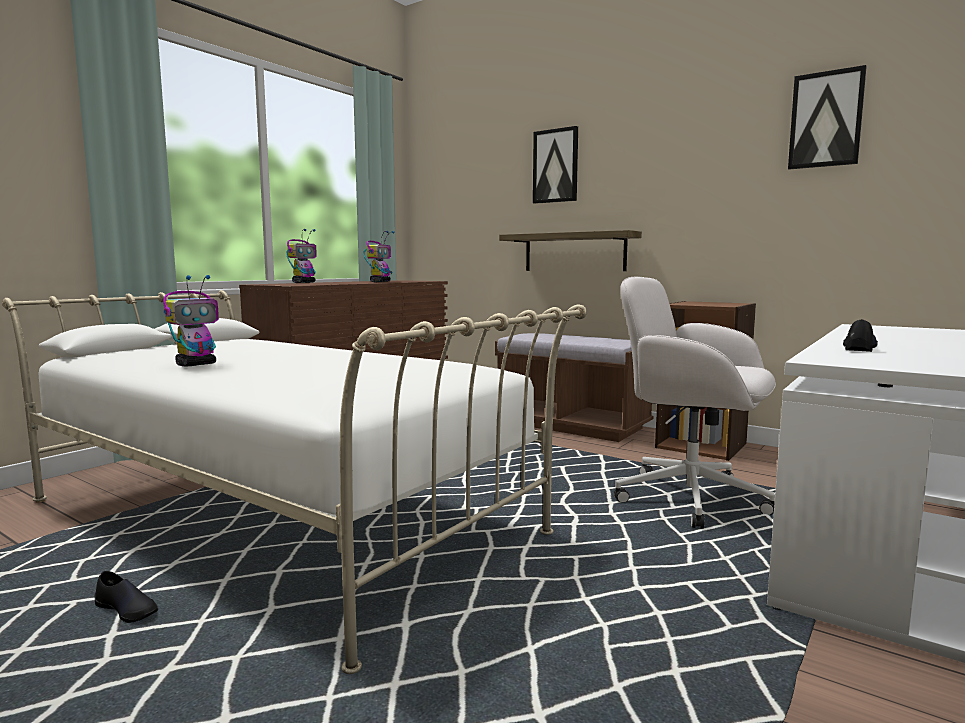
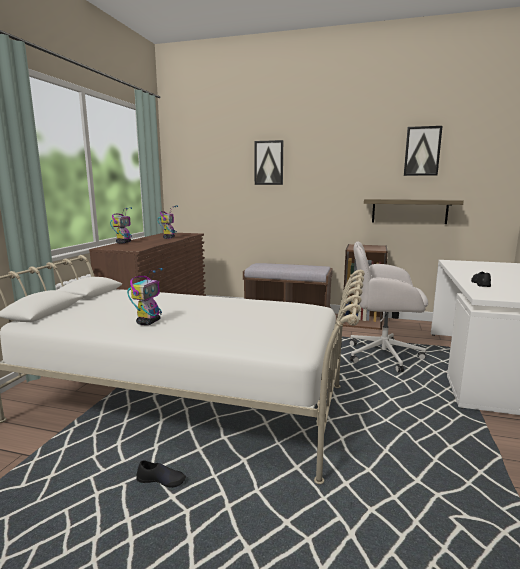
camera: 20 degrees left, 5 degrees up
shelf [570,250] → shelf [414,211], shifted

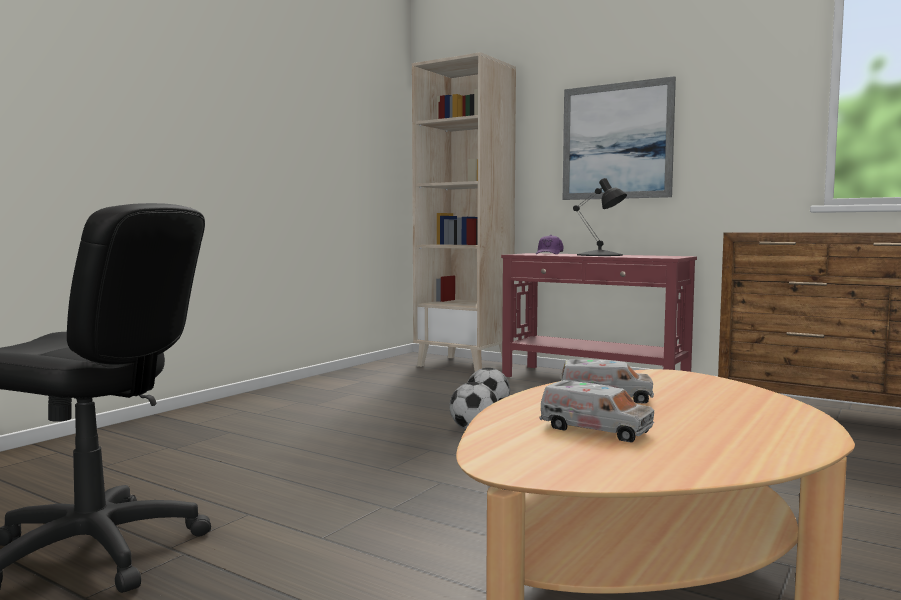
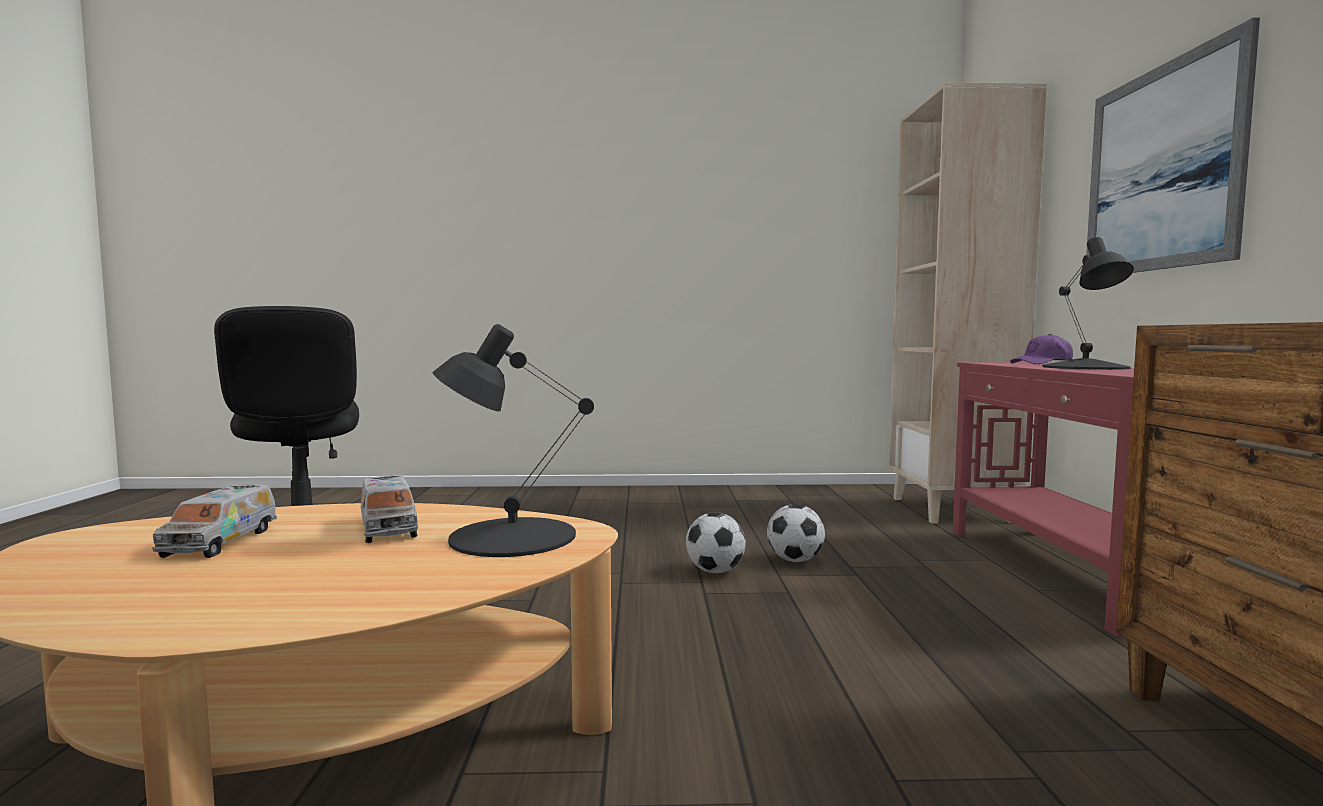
camera: 55 degrees right, 0 degrees up
- → black table lamp [513,440]

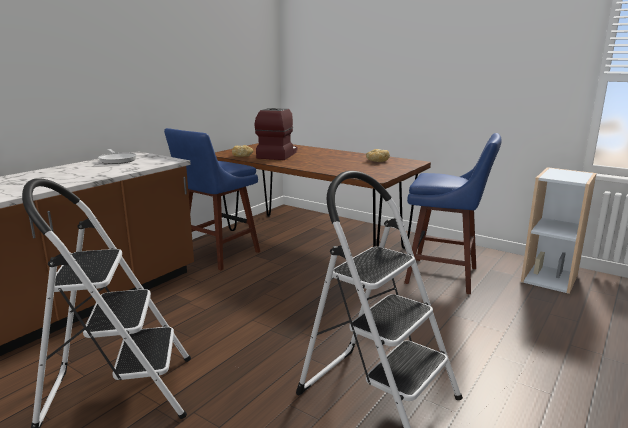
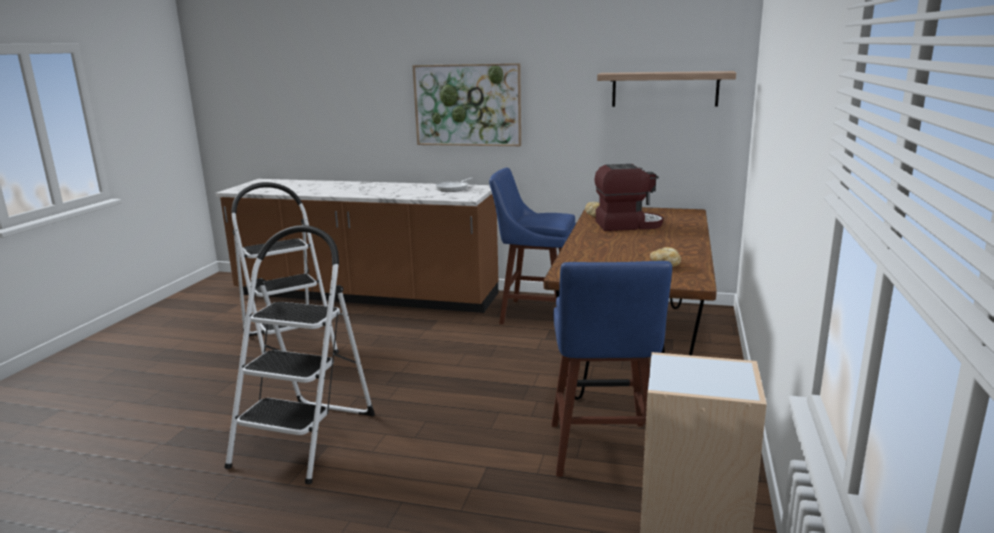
camera: 70 degrees right, 0 degrees up
- → picture [467,104]
- → shelf [666,89]

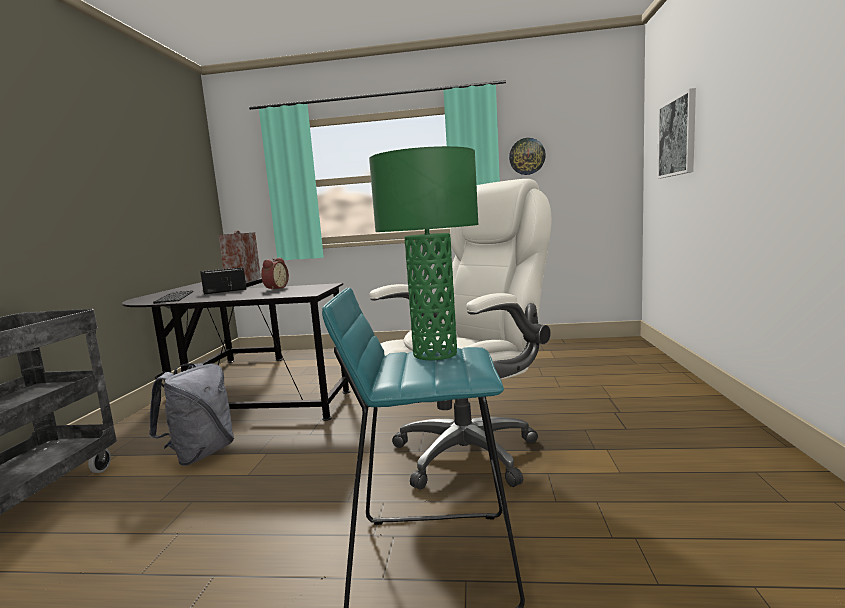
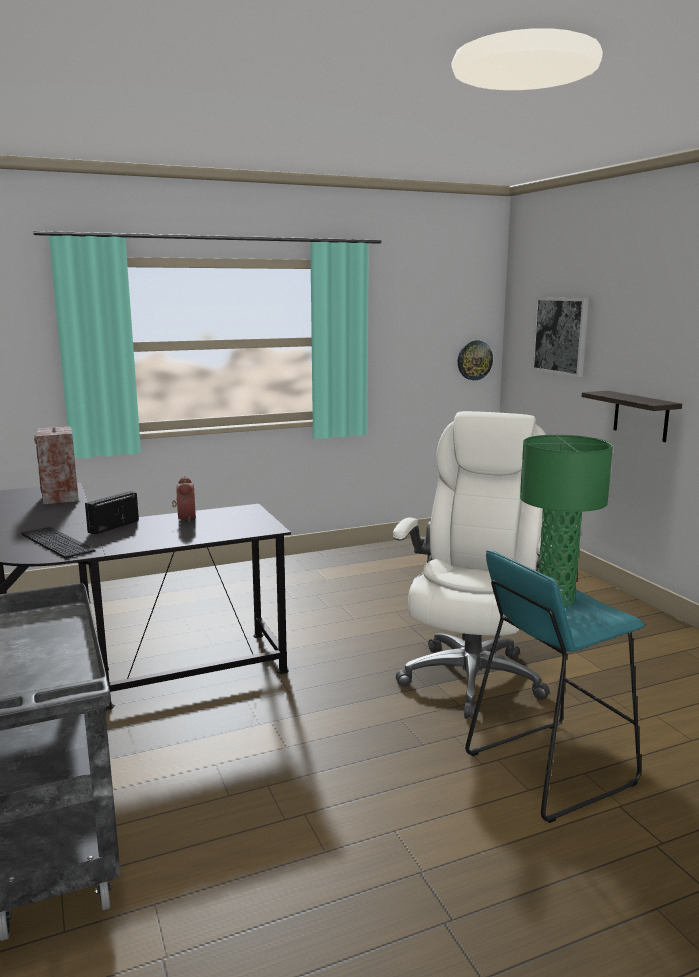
camera: 30 degrees left, 5 degrees up
grey backpack [191,414] → -
- → shelf [632,416]
wall clock [527,156] → wall clock [475,360], shifted

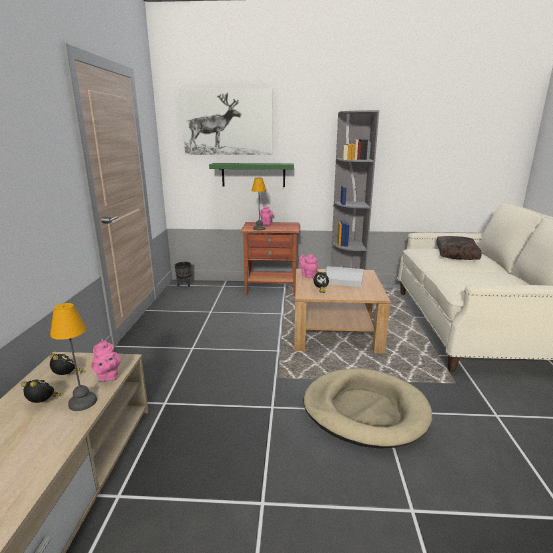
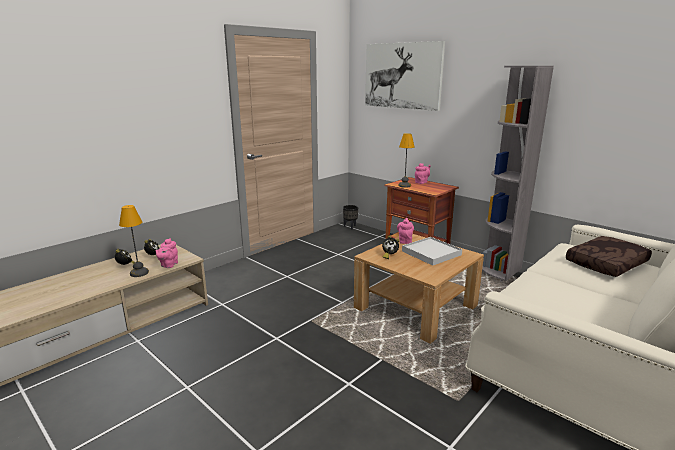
camera: 40 degrees right, 0 degrees up
green shelf [251,175] → -
beige dog bed [367,408] → -

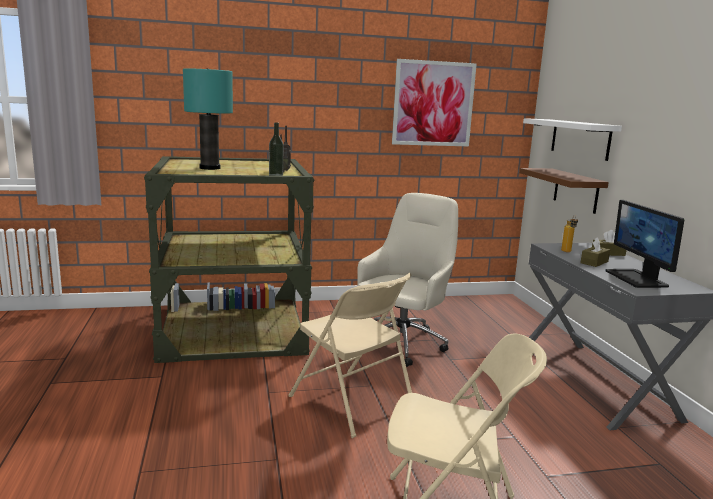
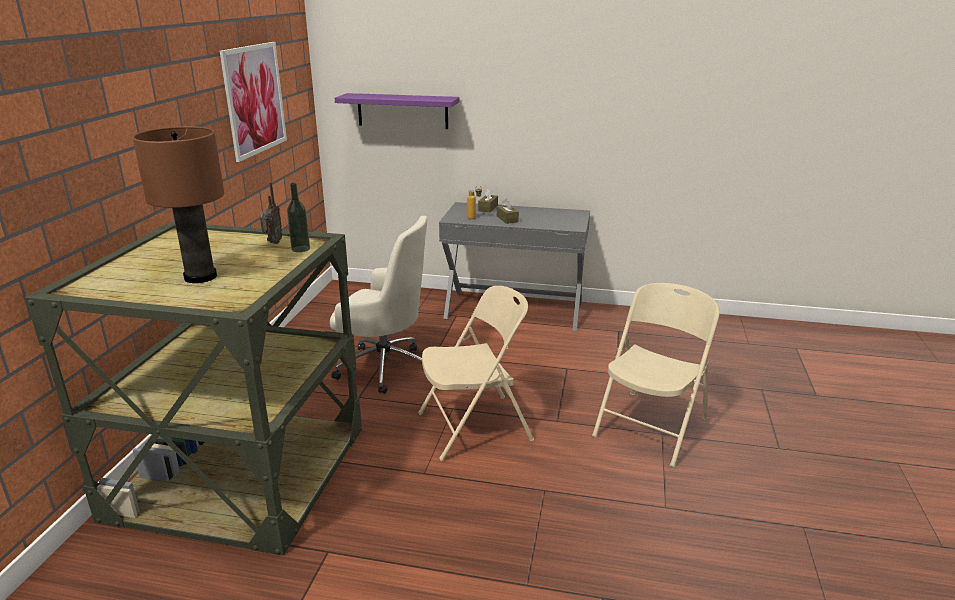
camera: 65 degrees left, 10 degrees up
brown shelf [564,191] → -
monitor [645,244] → -
turquoise table lamp [208,119] → brown table lamp [178,204]
white shelf [572,139] → purple shelf [397,111]
beige office chair [407,280] → beige office chair [378,305], 135 degrees clockwise

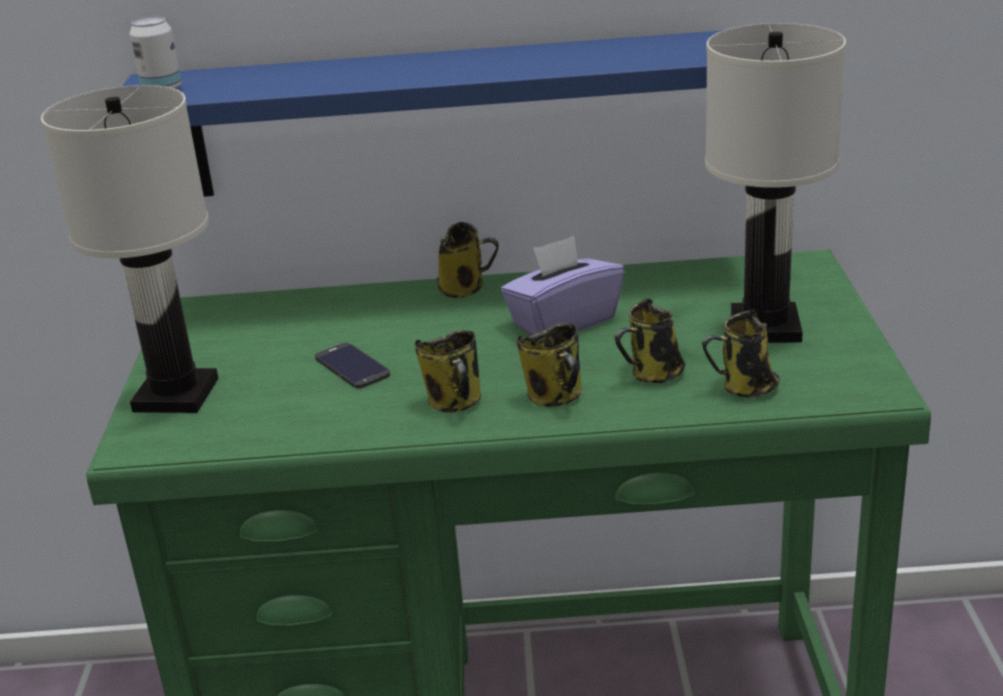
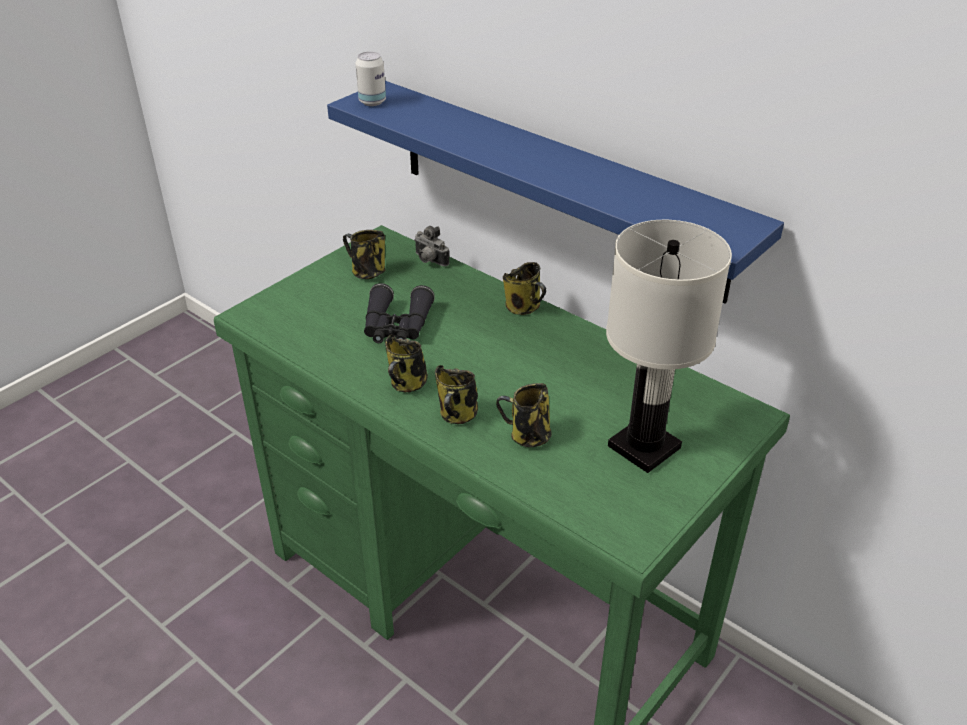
camera: 40 degrees right, 10 degrees up
white table lamp [130,249] → -
purple tissue box [562,286] → -
- → photo camera [431,246]
mug [741,354] → mug [364,254], shifted
phone [352,365] → black binoculars [399,313]

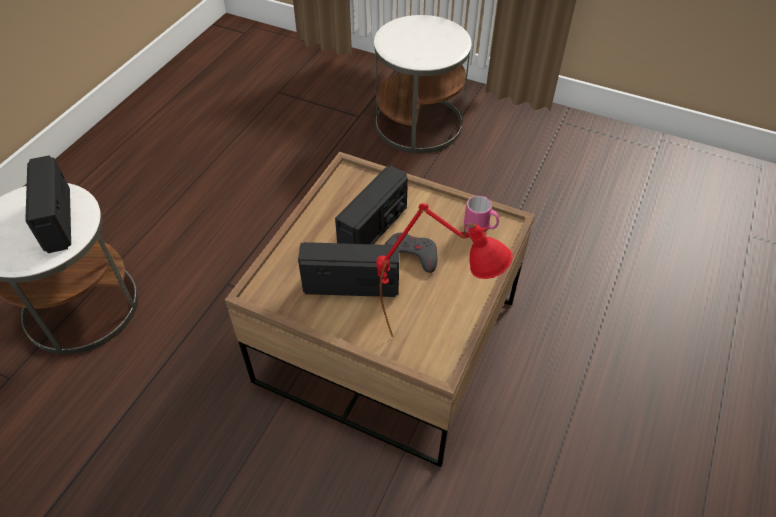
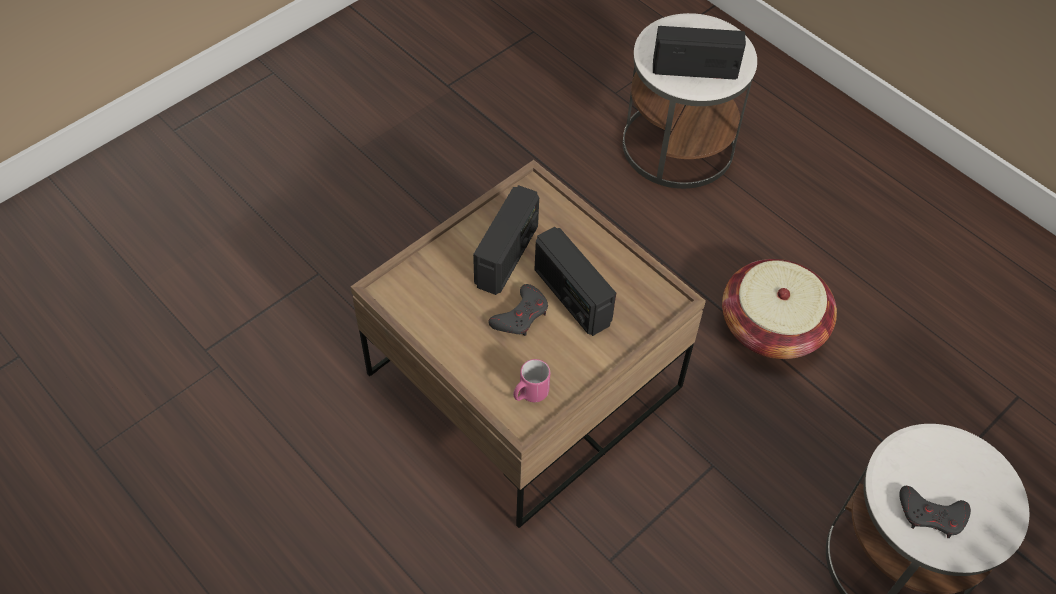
camera: 110 degrees right, 5 degrees up
red table lamp [444,270] → -
- → basket [779,309]
- → grey game controller [935,512]

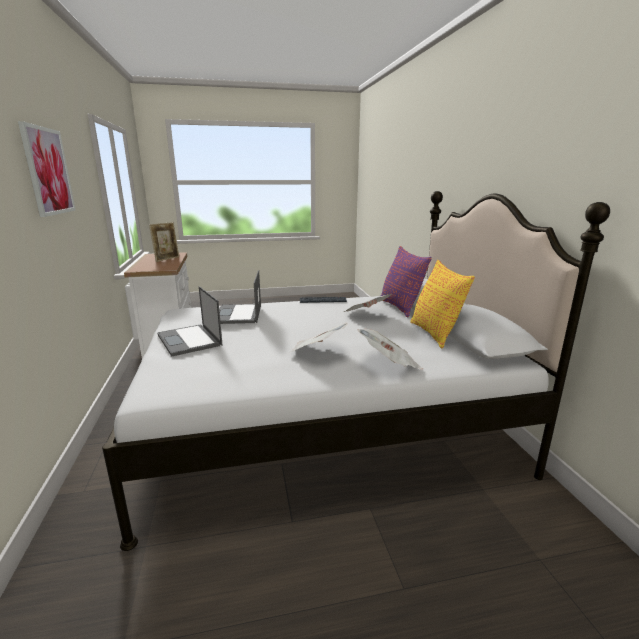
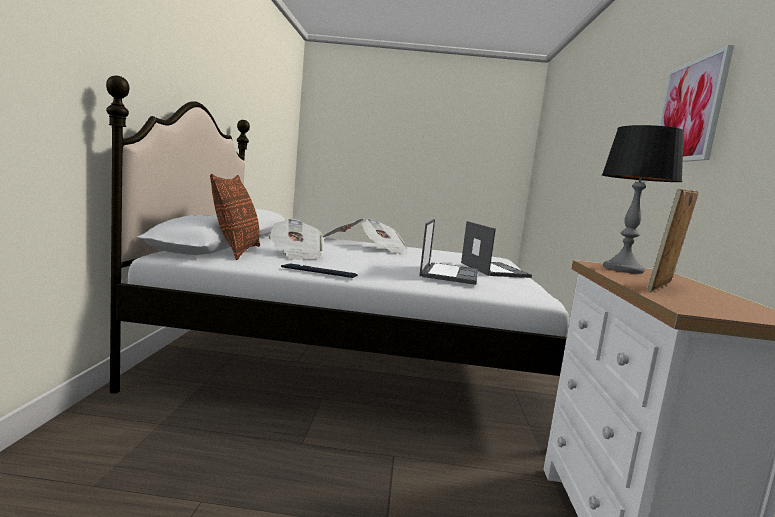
camera: 165 degrees left, 10 degrees down
yellow pillow [442,304] → -
- → table lamp [643,199]
purple pillow [406,282] → brown pillow [235,217]

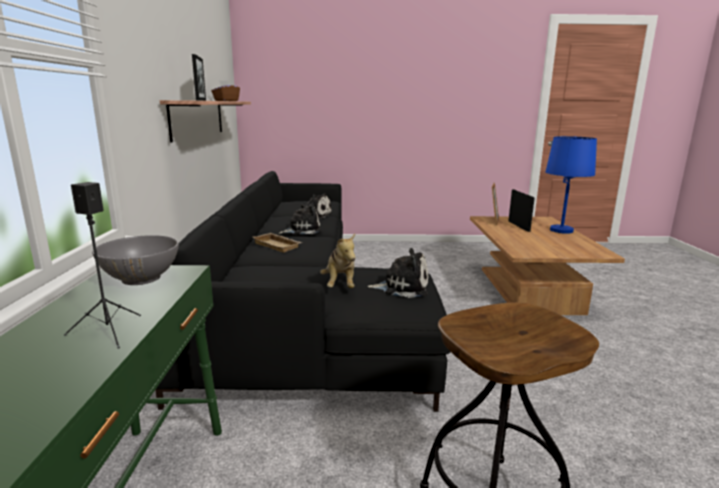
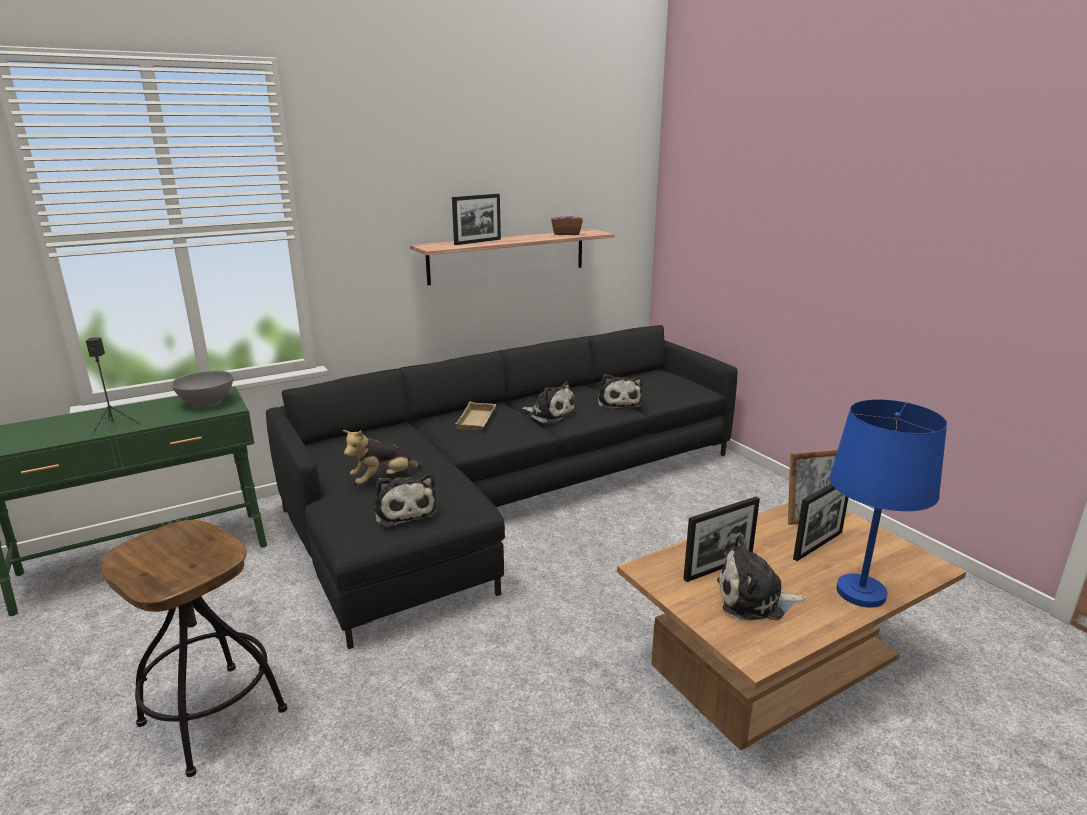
camera: 60 degrees right, 5 degrees up
- → picture frame [721,539]
- → plush toy [761,577]

